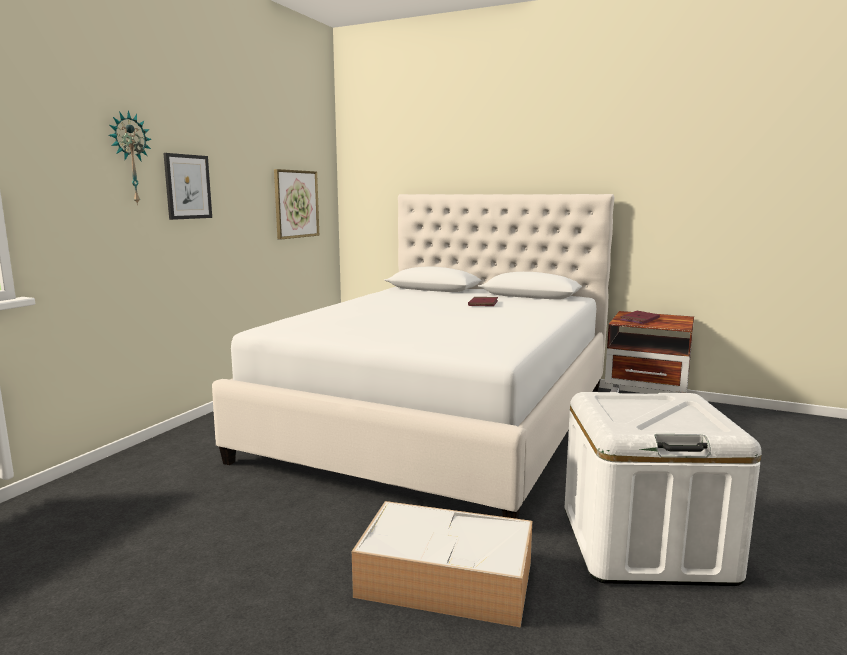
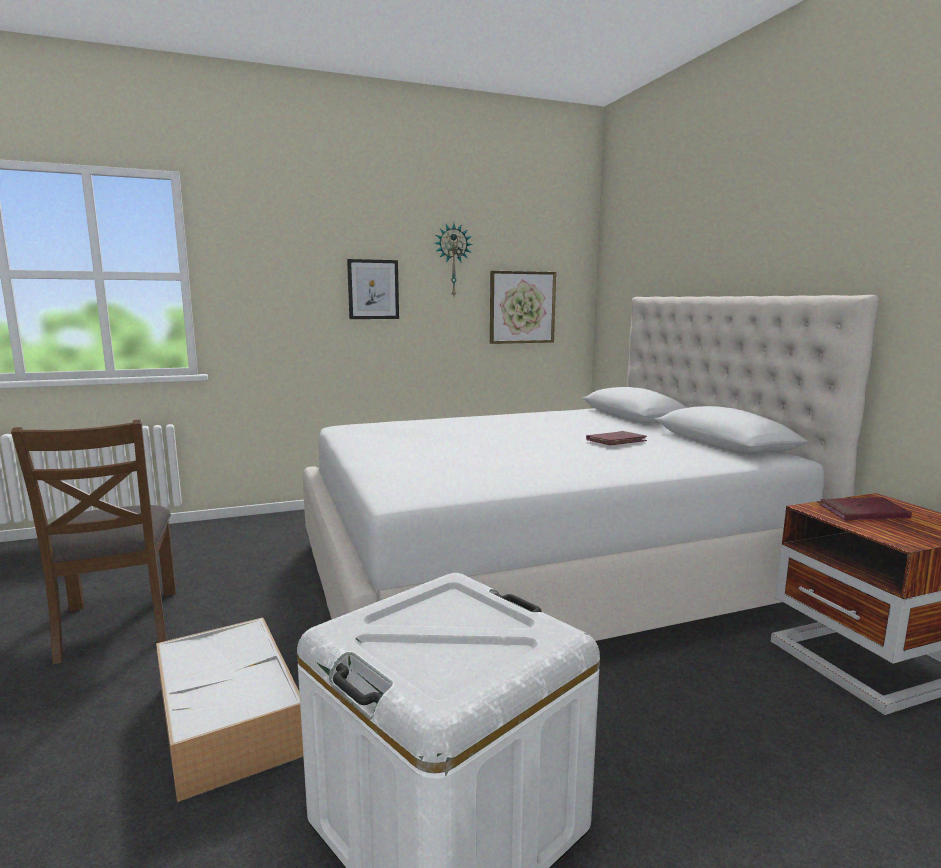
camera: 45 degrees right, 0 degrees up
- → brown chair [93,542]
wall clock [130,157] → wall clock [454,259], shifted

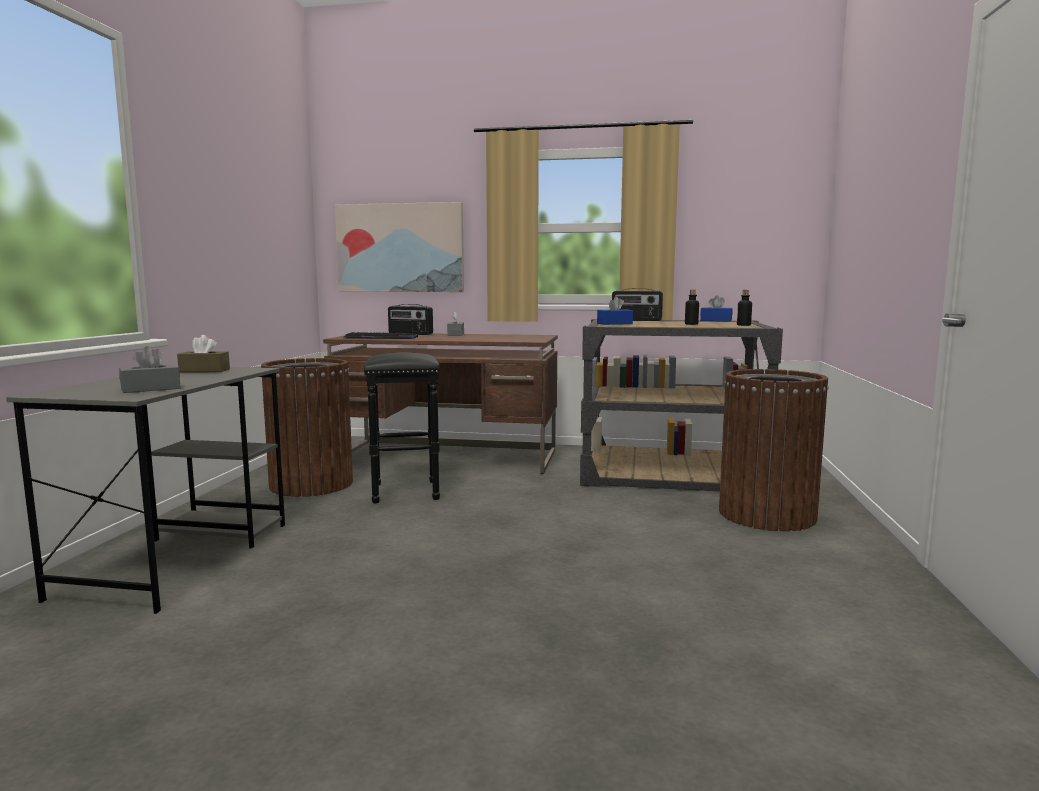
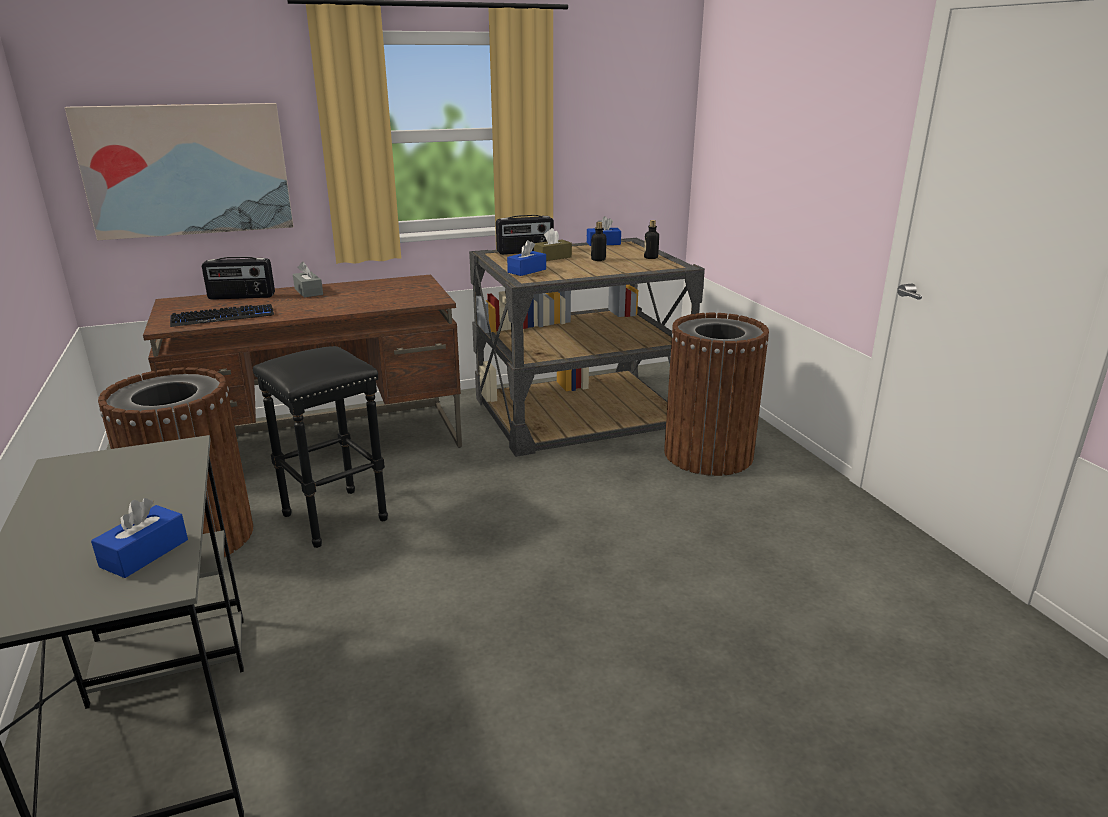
camera: 30 degrees left, 15 degrees up
brown tissue box [203,353] → brown tissue box [553,244], shifted
grey tissue box [150,369] → blue tissue box [139,538]

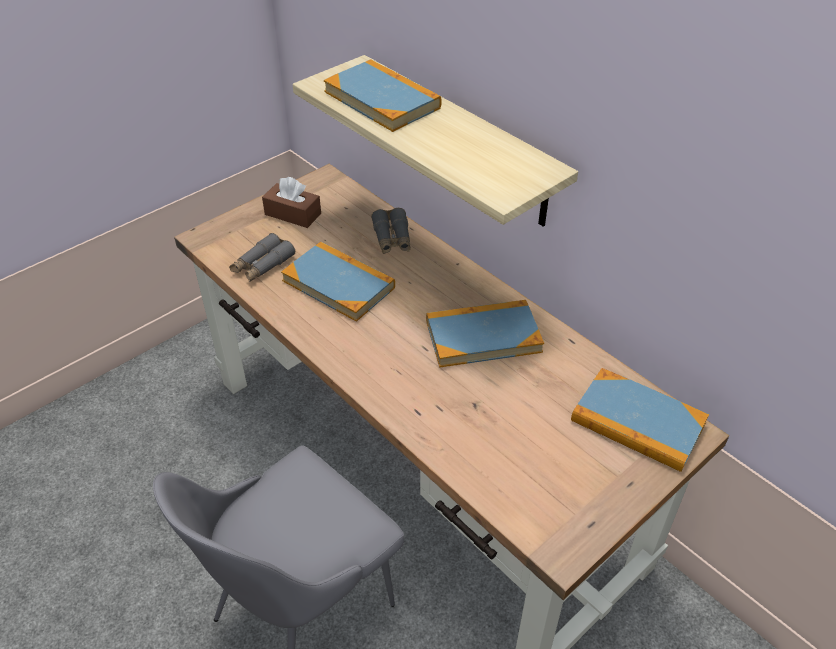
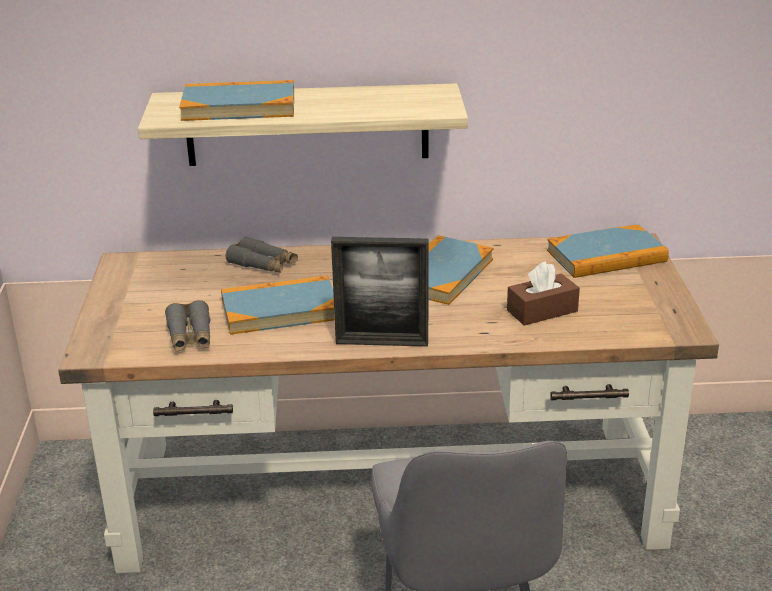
camera: 50 degrees left, 15 degrees down
- → picture frame [380,292]
brown tissue box [291,202] → brown tissue box [543,293], shifted

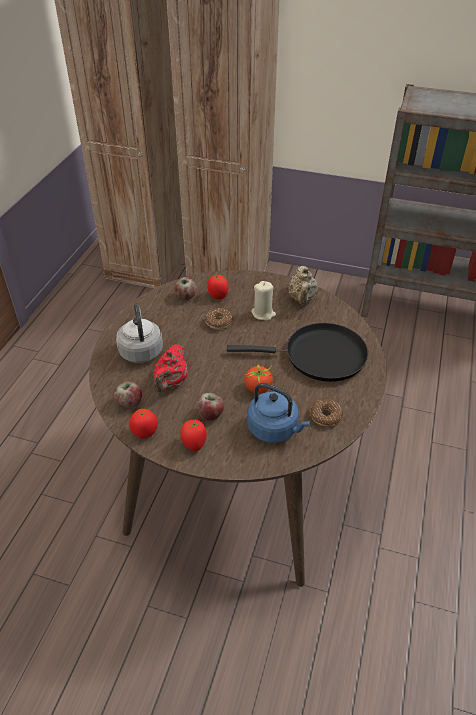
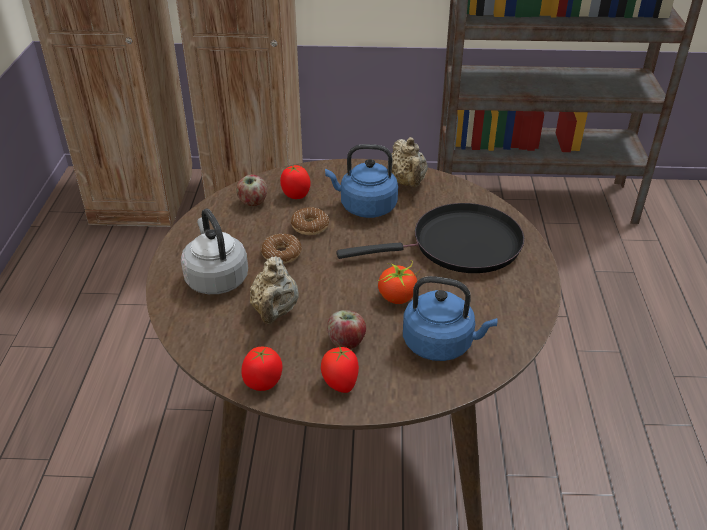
camera: 15 degrees left, 5 degrees down
apple [127,394] → -
donut [326,413] → donut [281,249], shifted
beige candle [263,301] → blue kettle [361,181]
red teapot [170,368] → beige teapot [274,290]

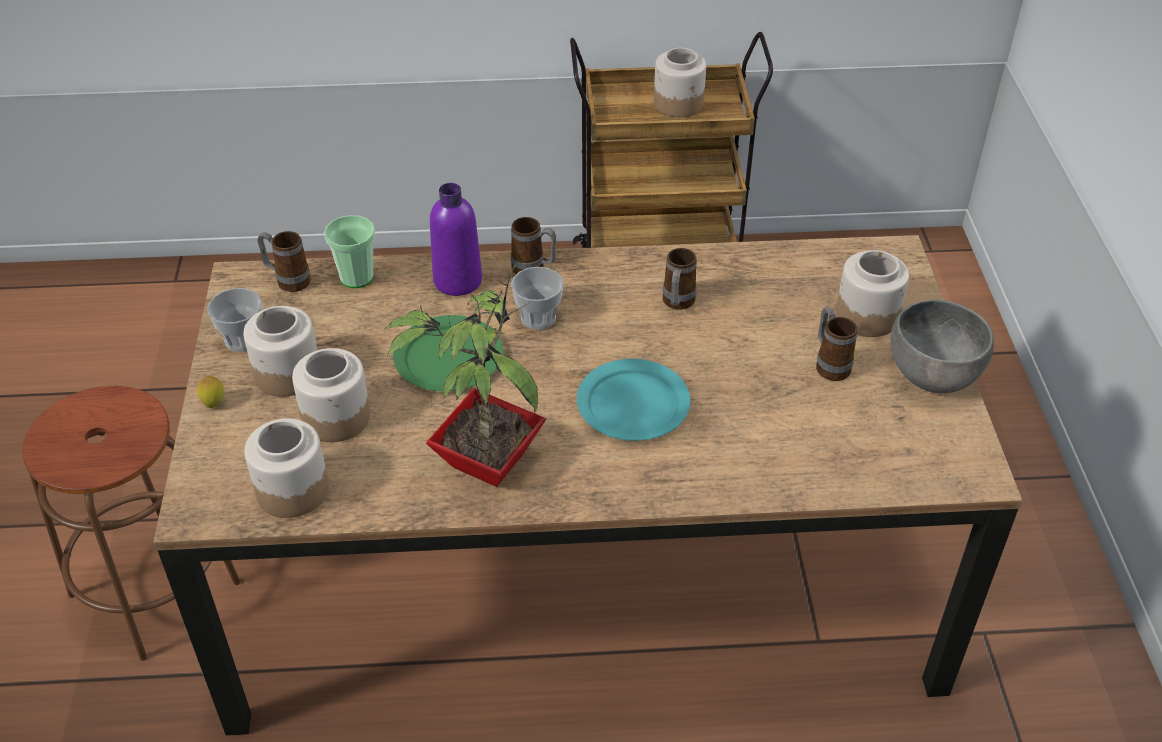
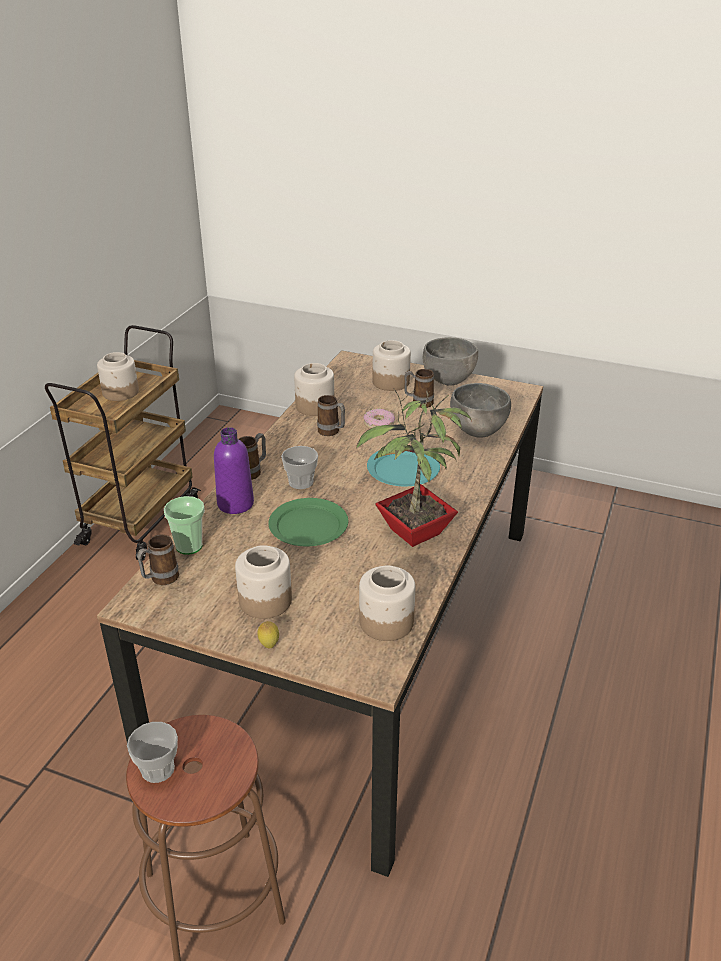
camera: 65 degrees left, 10 degrees down
- → donut [379,419]
- → grey bowl [480,410]
cup [234,320] → cup [152,752], shifted
jar [331,395] → jar [314,389], shifted

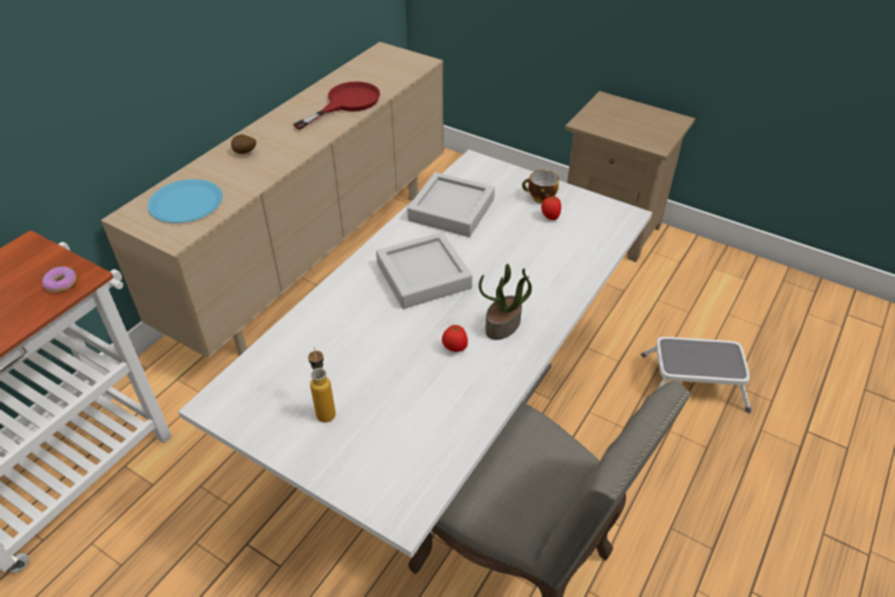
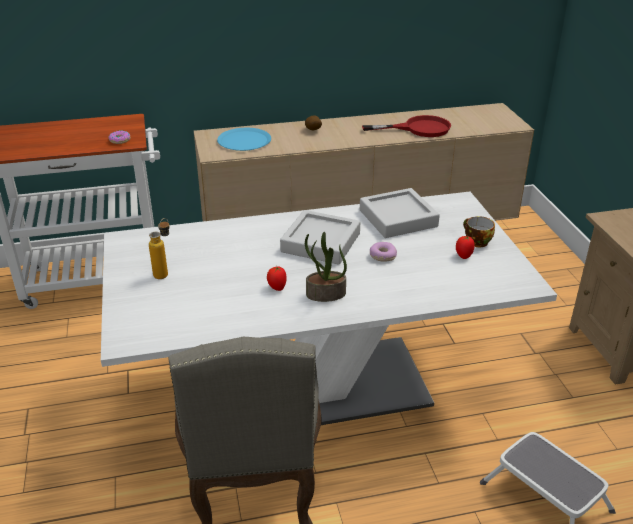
camera: 45 degrees right, 10 degrees down
- → donut [383,251]

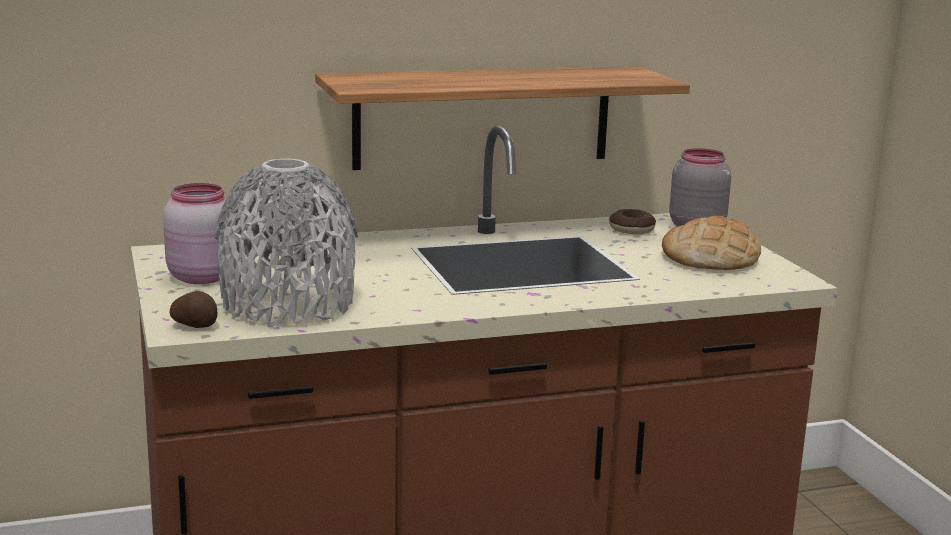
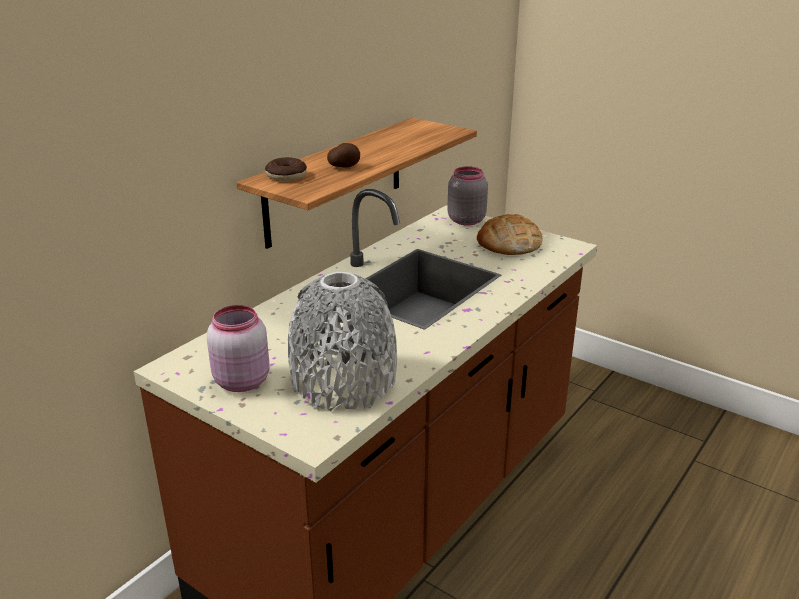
camera: 35 degrees left, 10 degrees up
potato [193,309] → potato [343,155], shifted
donut [632,221] → donut [286,169], shifted

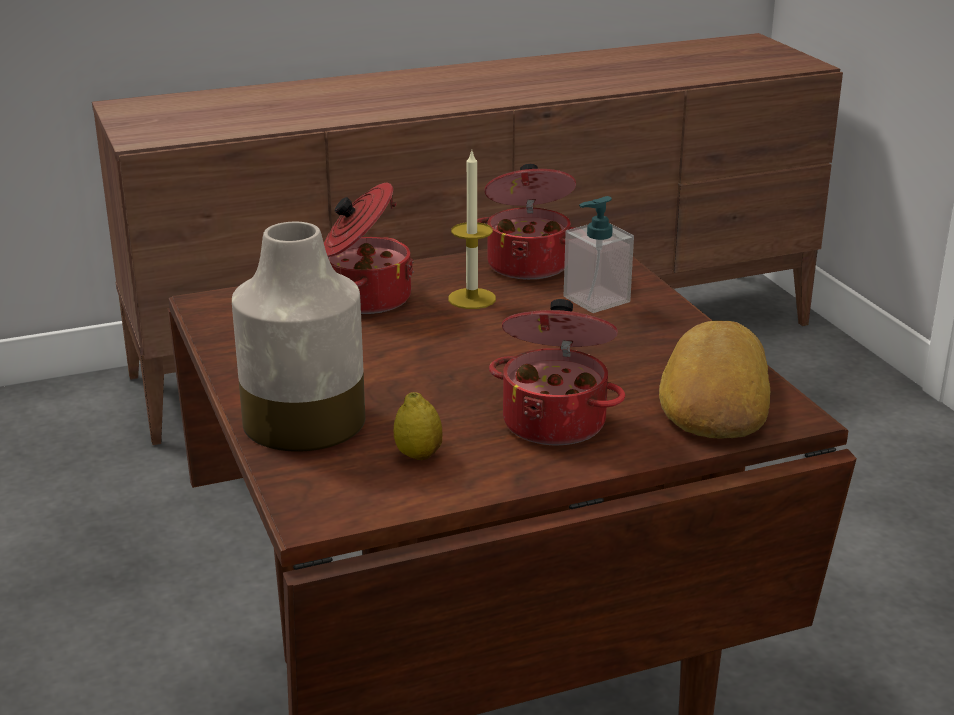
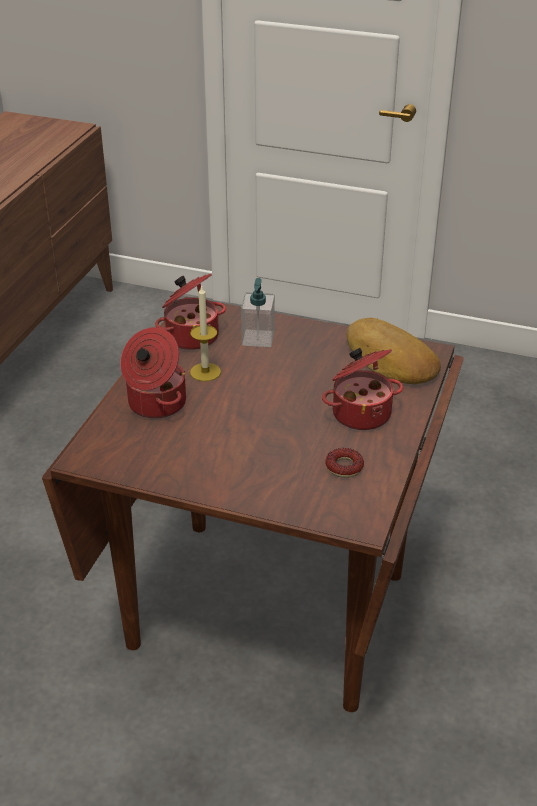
camera: 50 degrees left, 10 degrees up
beige vase [298,337] → -
lemon [418,426] → donut [344,463]

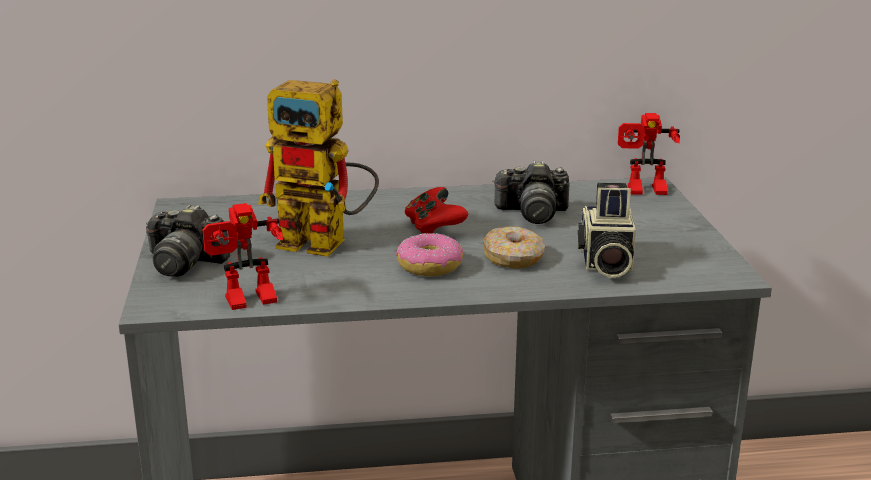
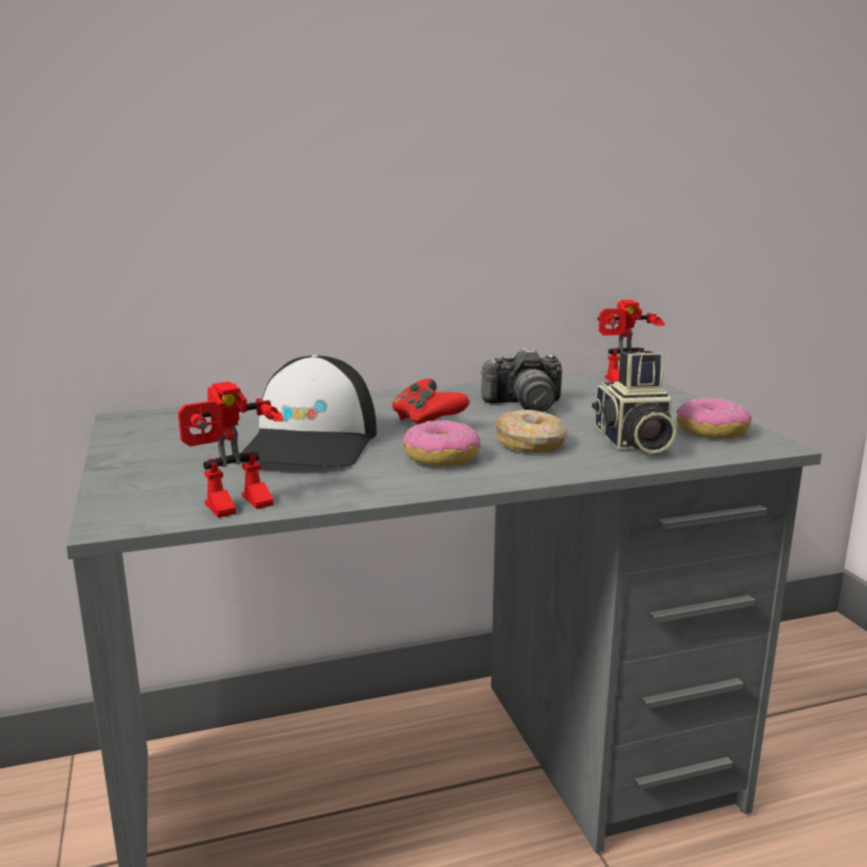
camera: 10 degrees left, 5 degrees down
photo camera [188,240] → -
- → donut [714,418]
toy robot [318,167] → cap [308,411]

